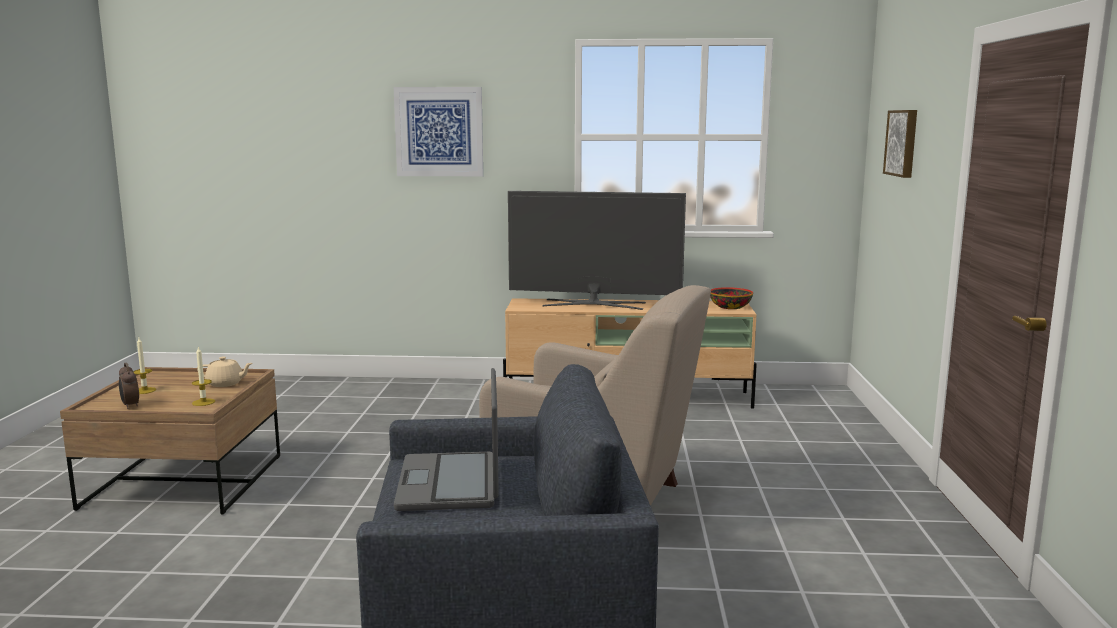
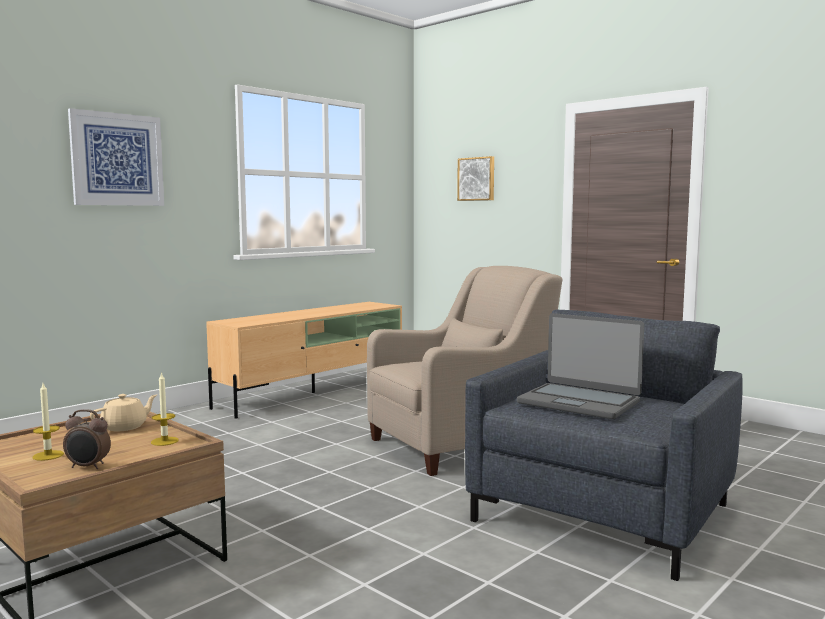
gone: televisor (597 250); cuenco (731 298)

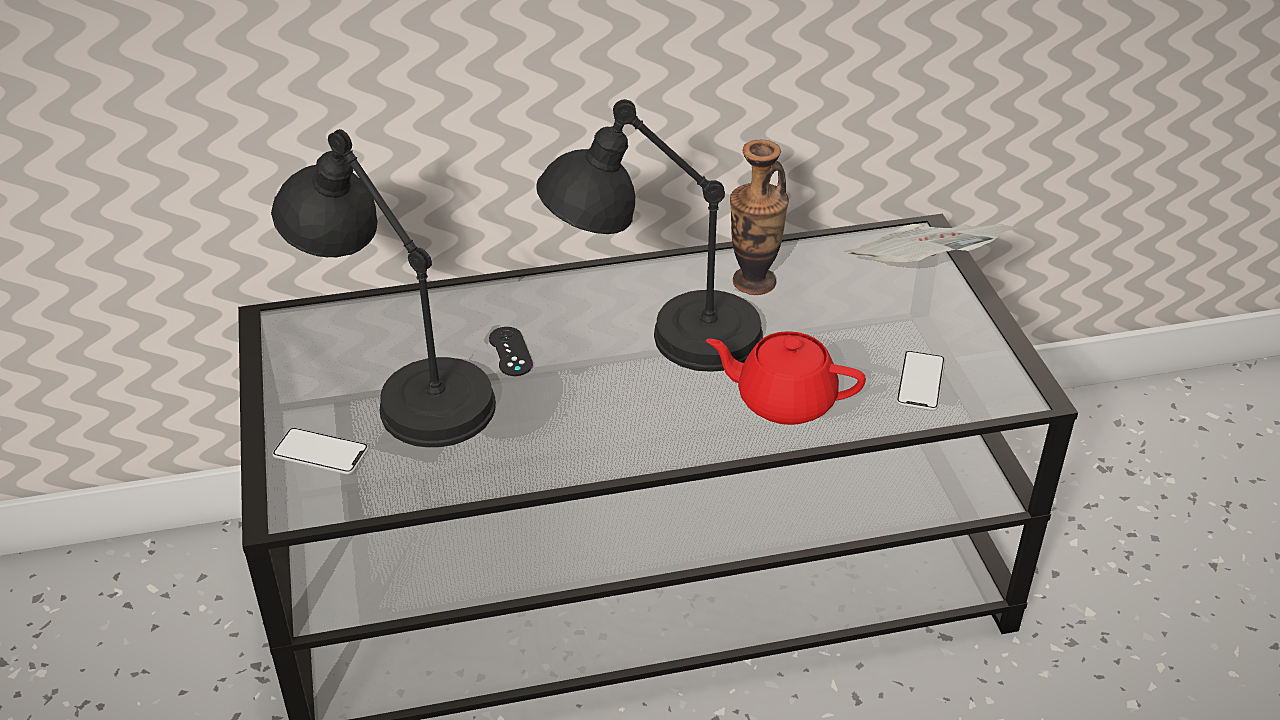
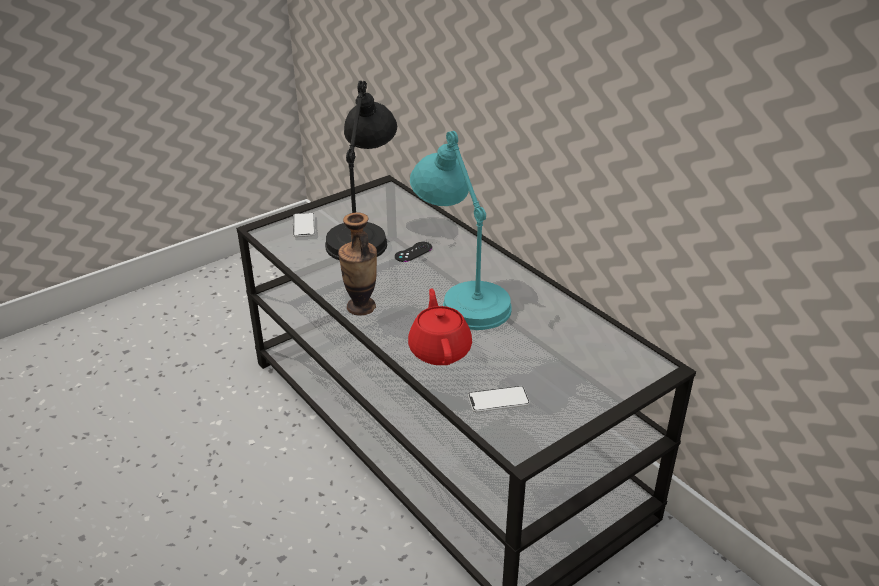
gone: periódico (931 243)
shifted: florero (759 217) to (357 264)
repainted: lámpara de mesa (negro) (649 235) to lámpara de mesa (turquesa) (461 230)

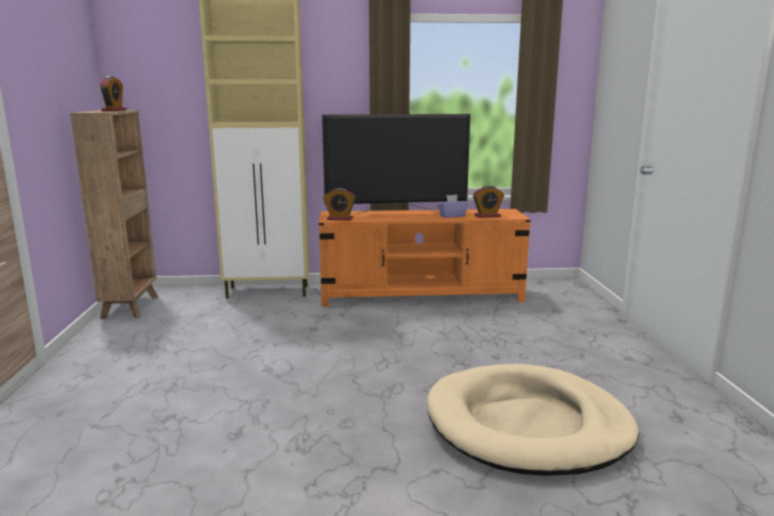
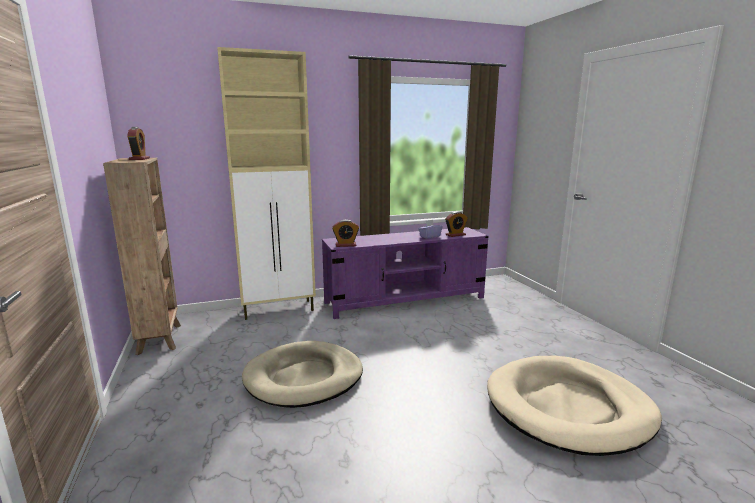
gone: televisor (396 164)
new: cama para perro (beis) (302 374)
repainted: mueble de televisión (naranja) (425 258) to mueble de televisión (morado) (405 273)

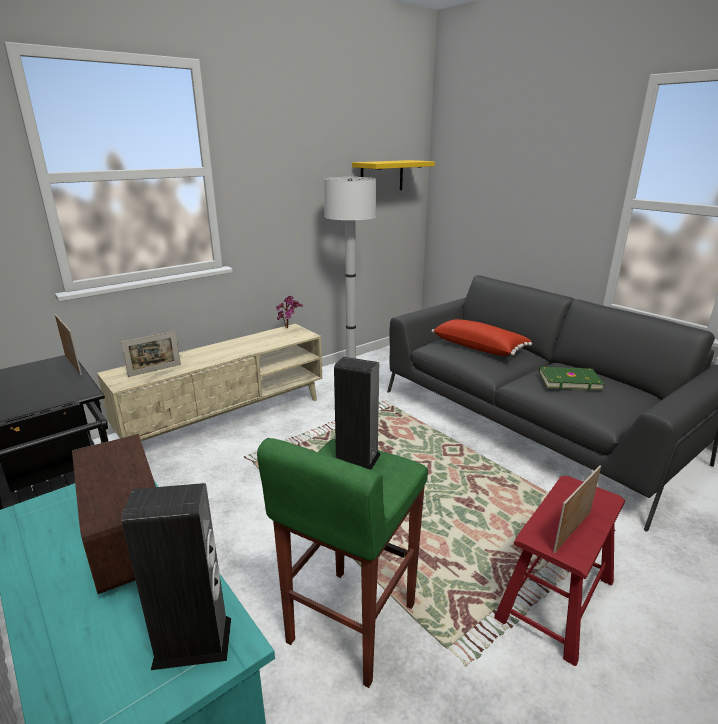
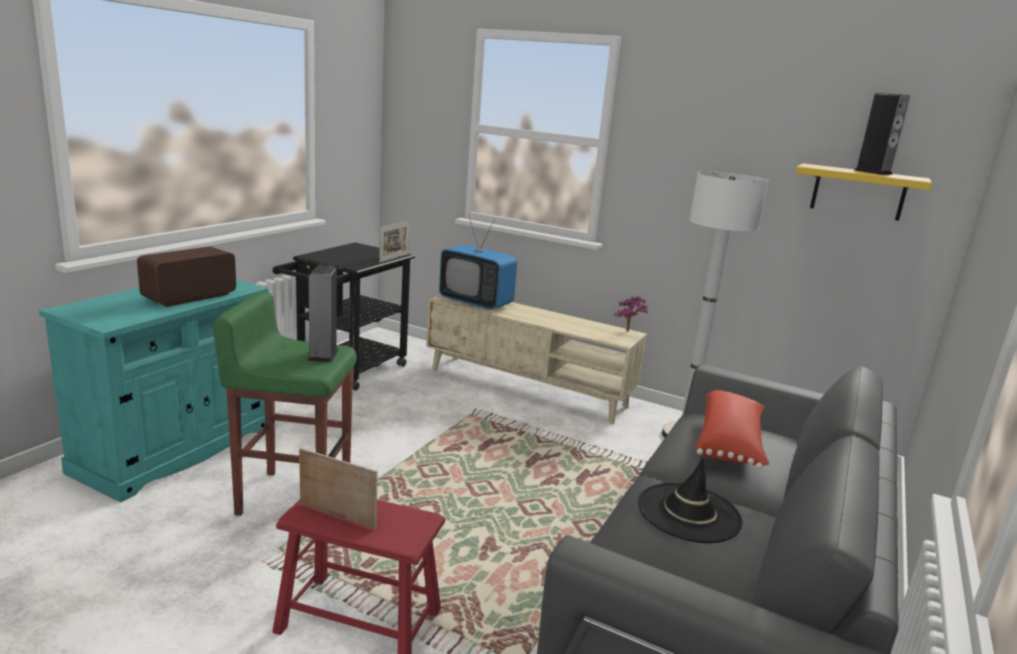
shifted: altavoz (176 576) to (882 134)
swapped: portarretratos (151 354) to televisor (478 262); libro (verde) (571 378) to sombrero (negro) (690 500)

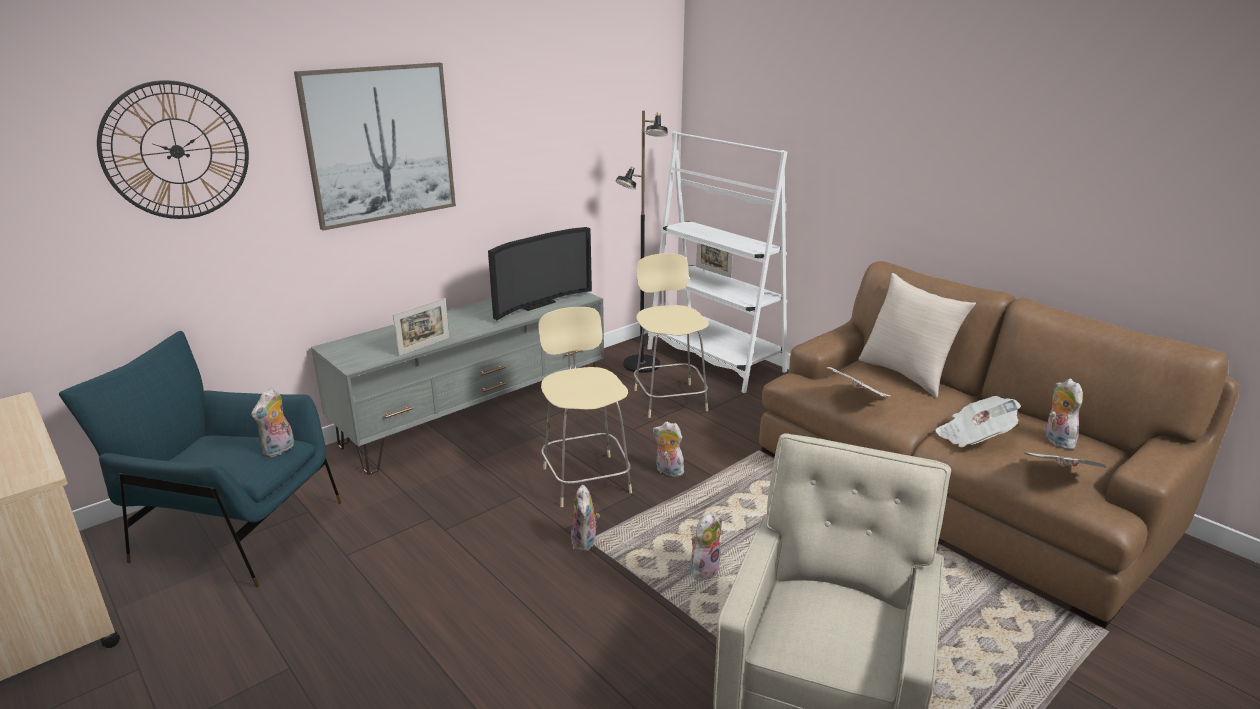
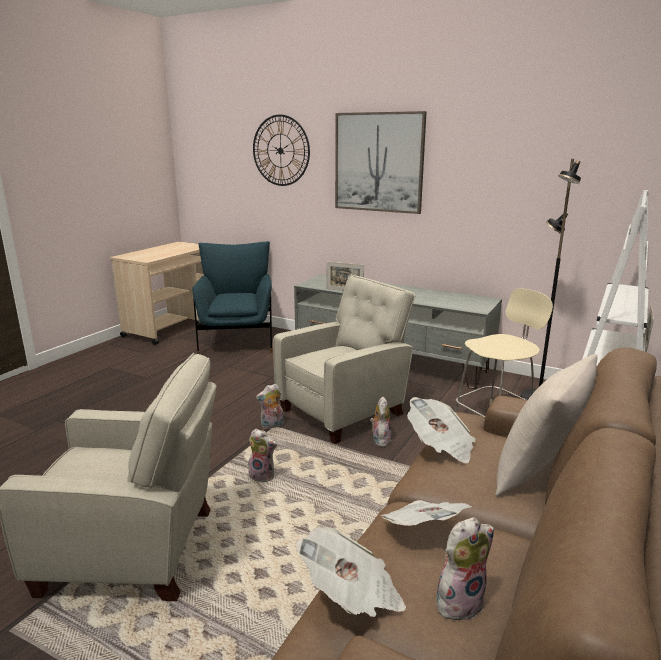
gone: televisor (540 273); peluche (272 422)
swapped: taburete (beis) (585 407) to sillón (beis) (344 359)

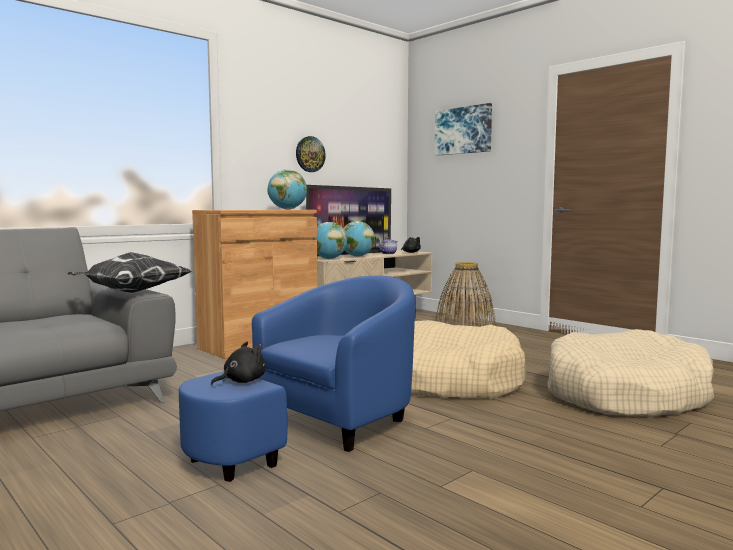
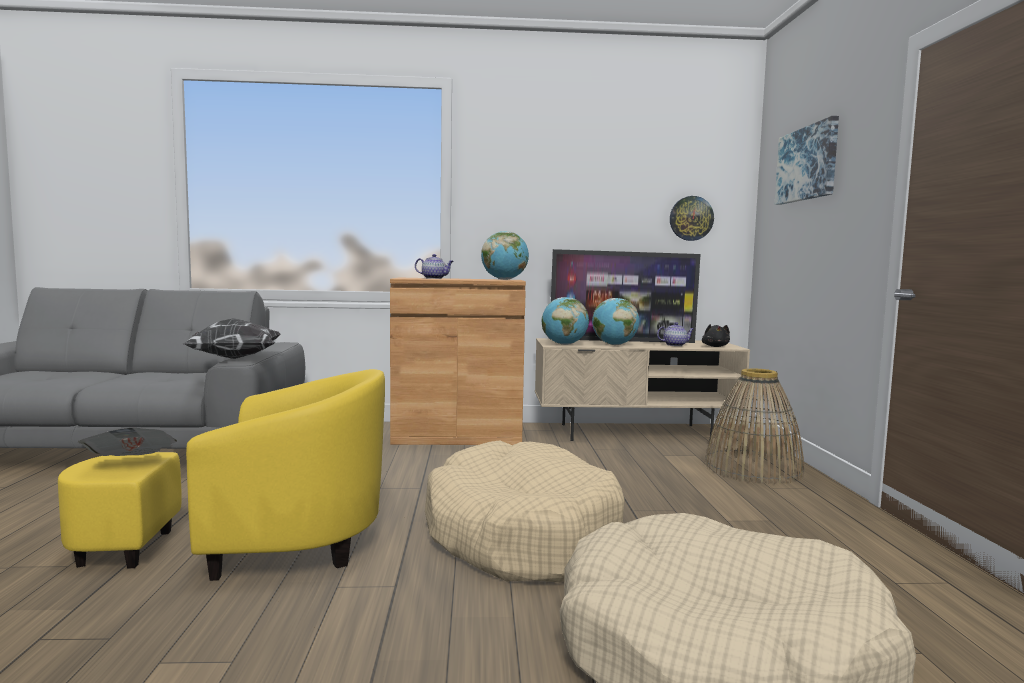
new: tetera (434 266)
shifted: reloj de pared (311 154) to (692 218)
swapped: peluche (negro) (238 363) to periódico (127 442)
repainted: sillón (azul) (297 378) to sillón (amarillo) (221 475)

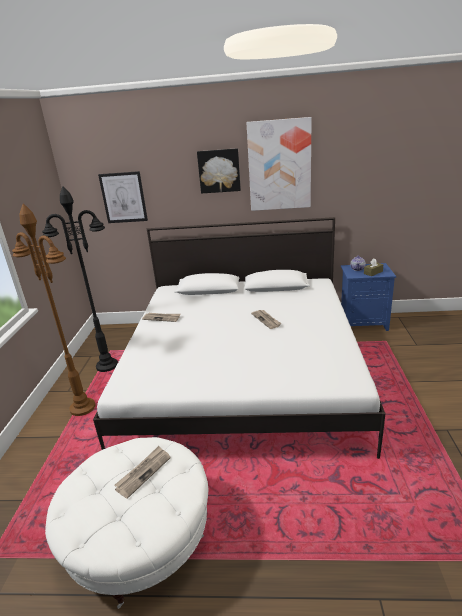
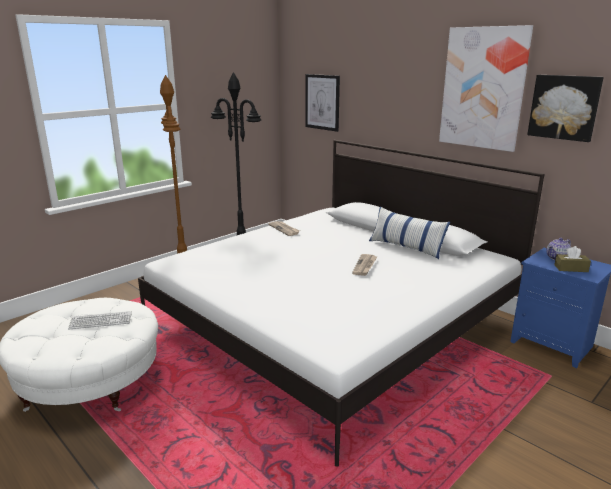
new: cojín (409 232)
shifted: cuadro (219 170) to (565 108)
swapped: periódico (143 472) to teclado (100 320)

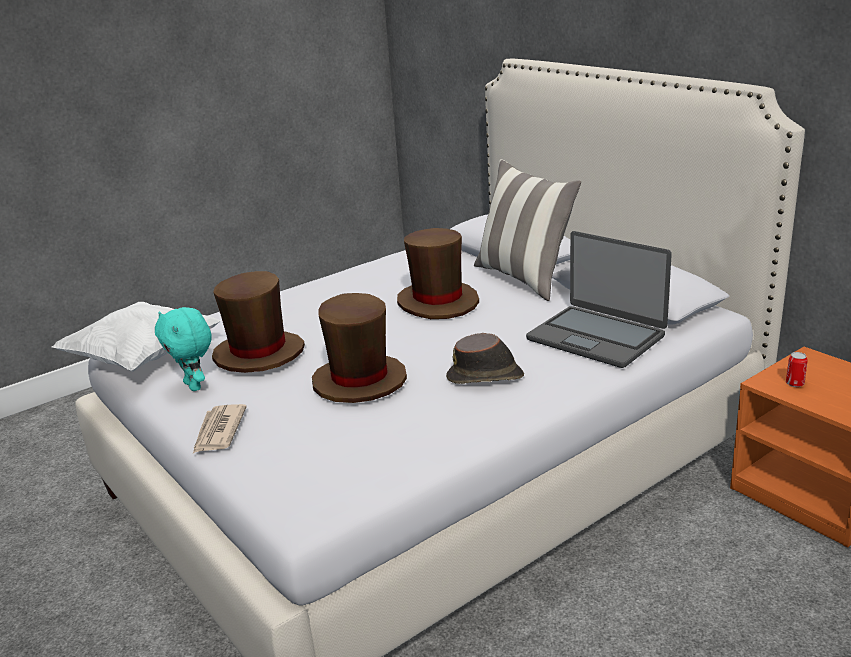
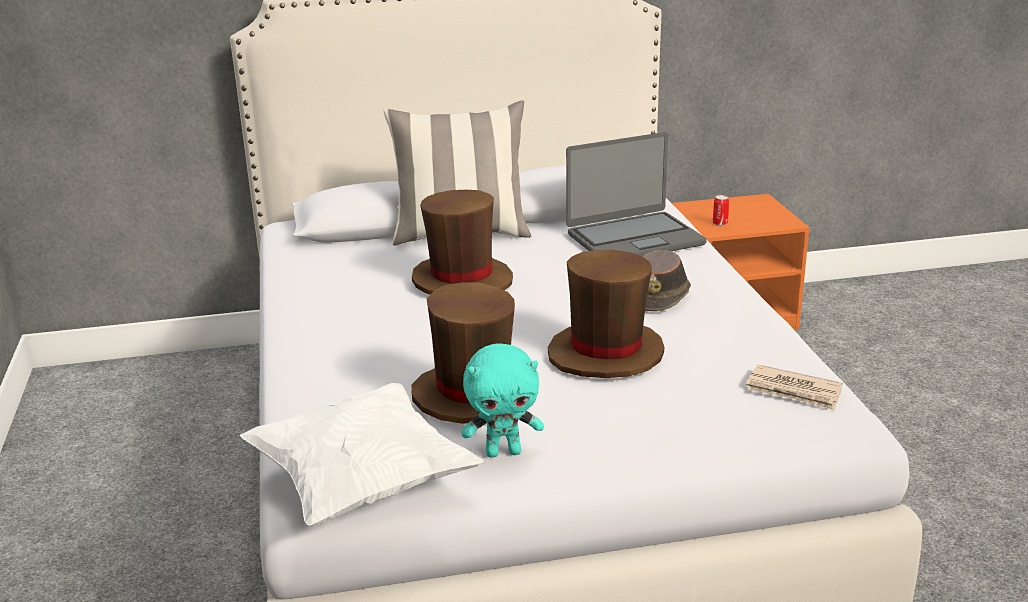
shifted: periódico (220 428) to (794 388)

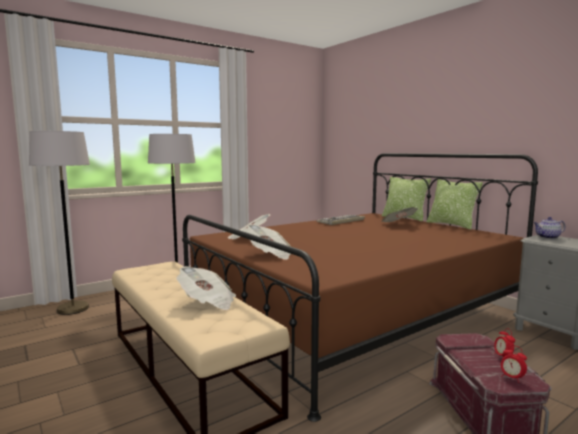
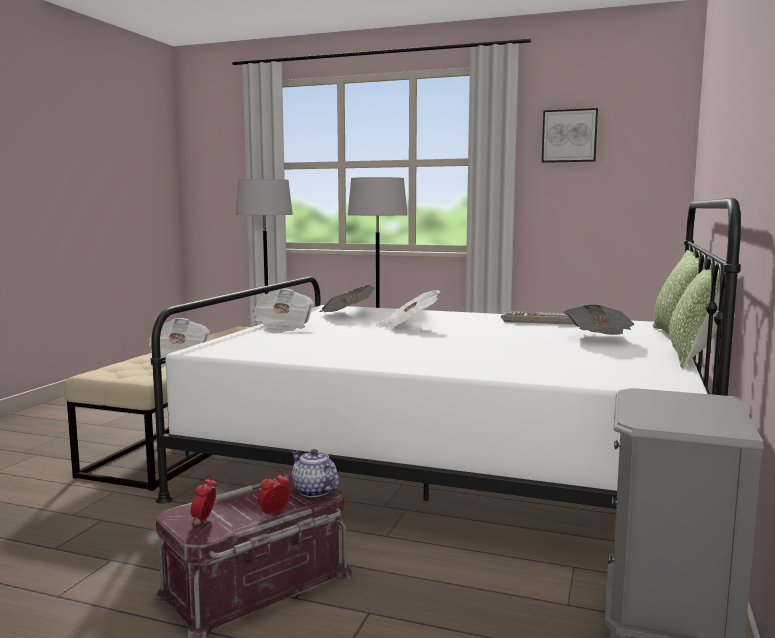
new: cuadro (570 135); periódico (408 309)
shifted: tetera (549 228) to (315 473)
repainted: cama (marrón) (360 287) to cama (blanco) (446 353)

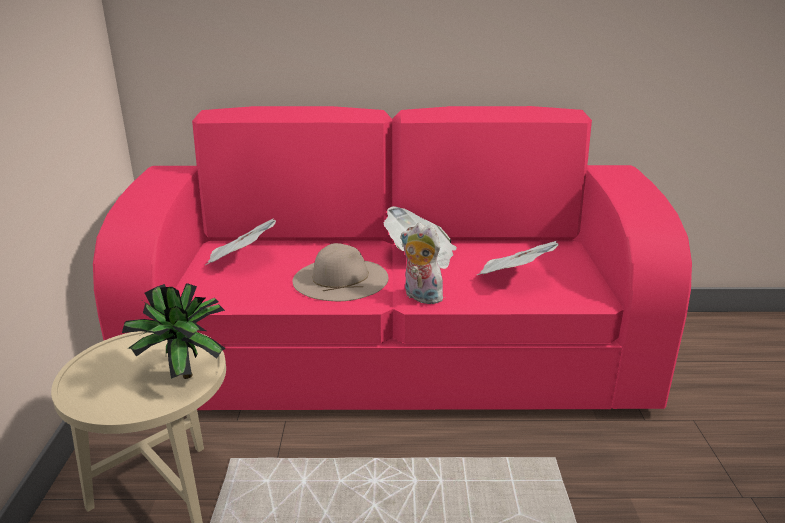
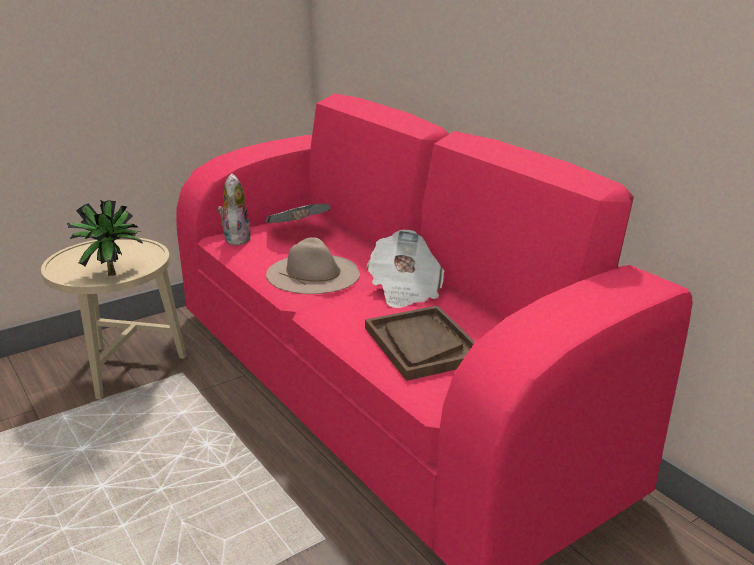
shifted: peluche (422 263) to (234 209)
swapped: periódico (518 258) to bandeja (marrón) (420 343)

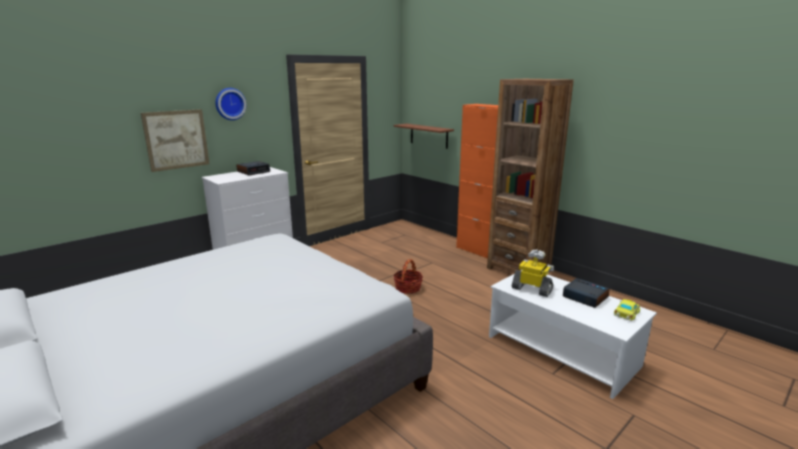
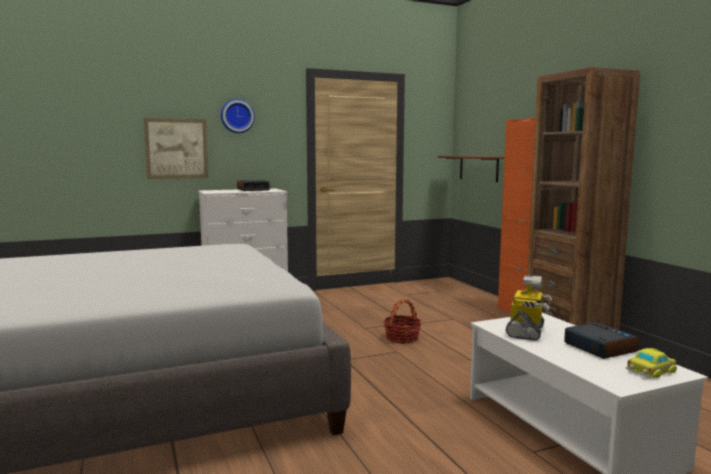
rotated: robot de juguete (533 273) = (529 308) 60 degrees clockwise

